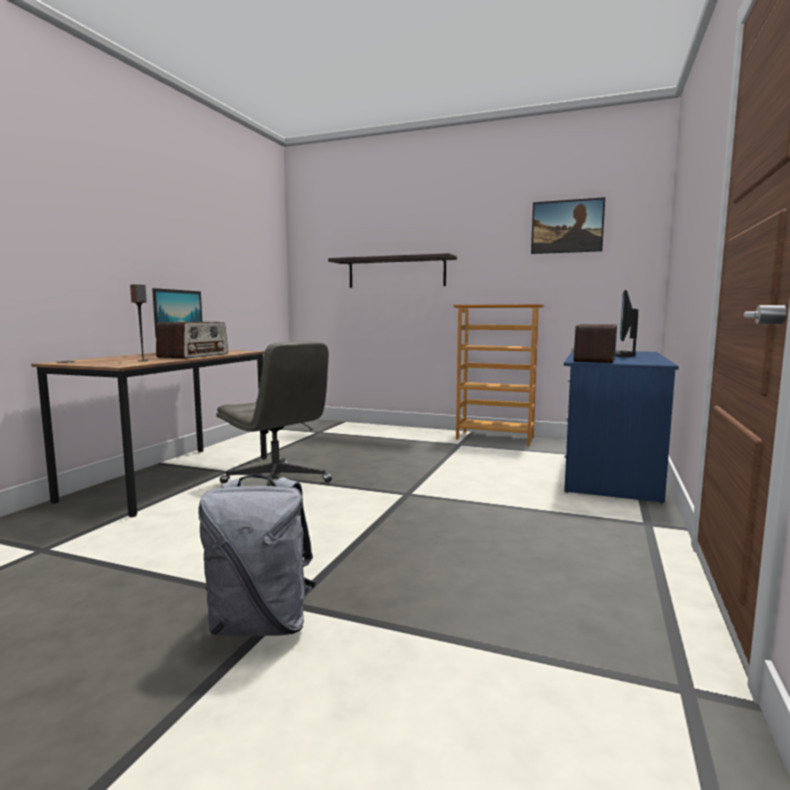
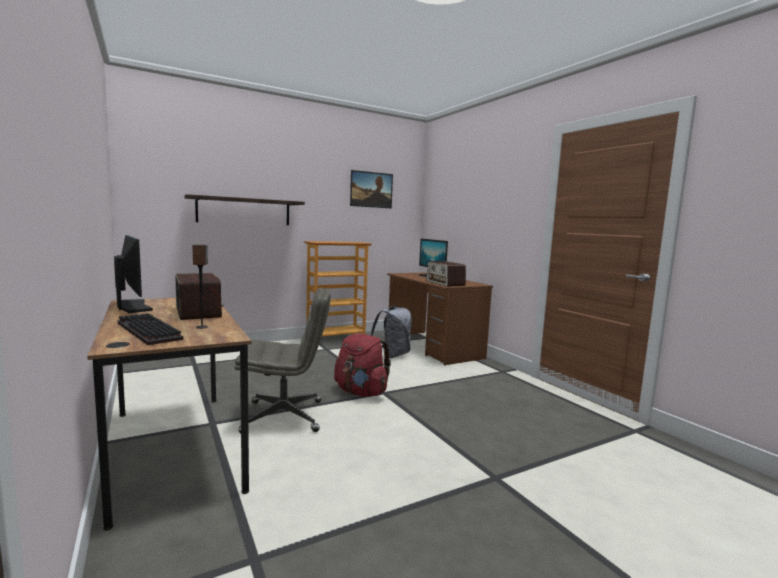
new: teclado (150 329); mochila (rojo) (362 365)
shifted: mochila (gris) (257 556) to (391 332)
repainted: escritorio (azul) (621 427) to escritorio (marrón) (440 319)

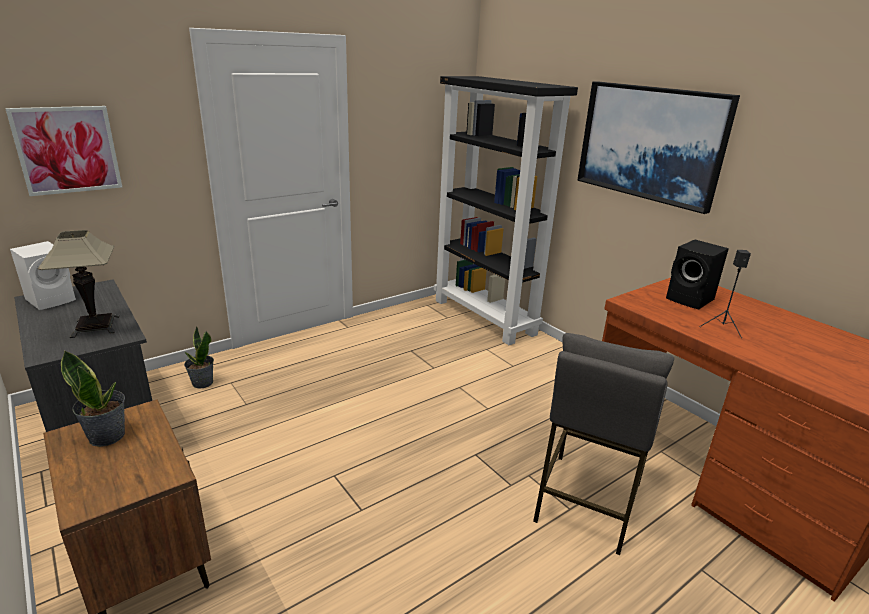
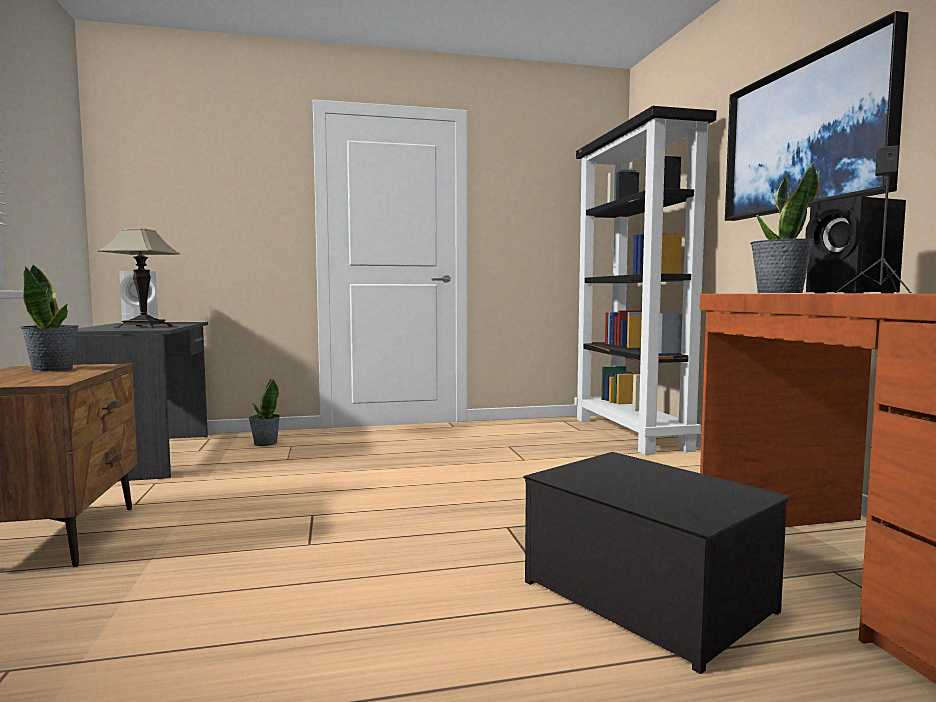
gone: cuadro (63 151)
new: planta en maceta (784 227)
swapped: taburete (gris) (603 444) to caja de almacenaje (657 563)

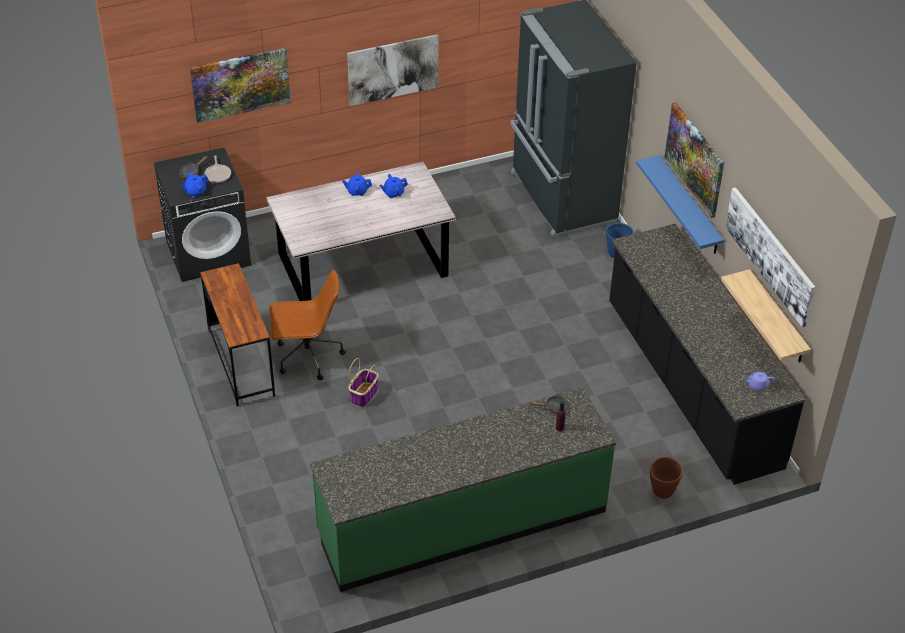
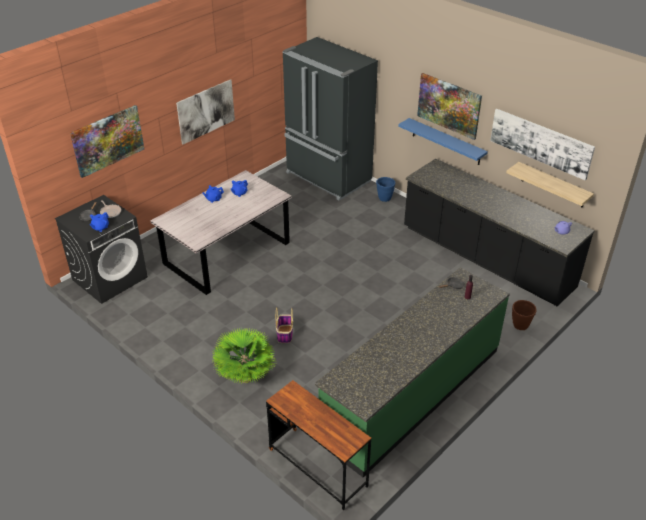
gone: silla de oficina (marrón) (307 325)
new: planta en maceta (244 355)
shifted: escritorio (marrón) (237 334) to (318 445)

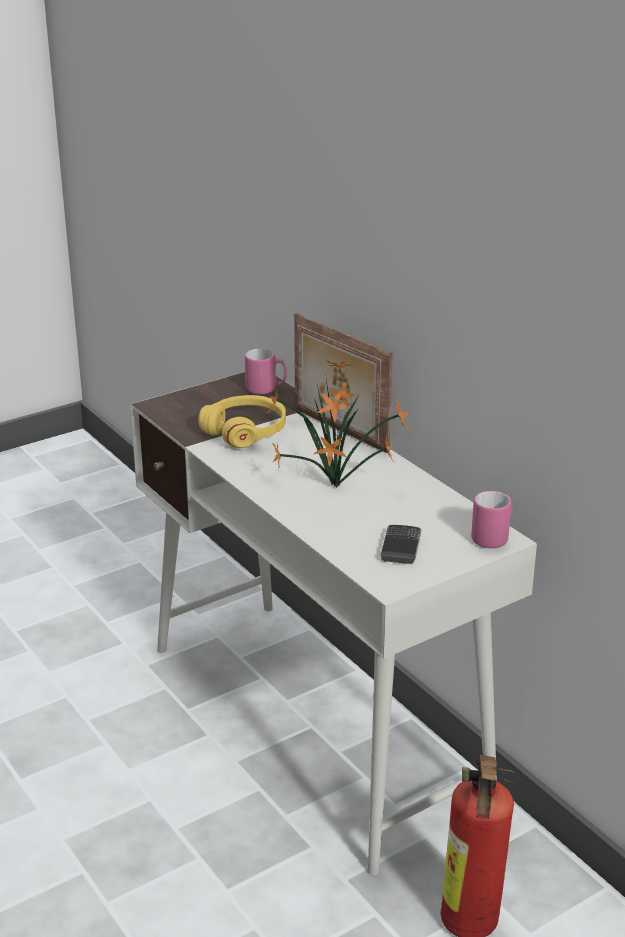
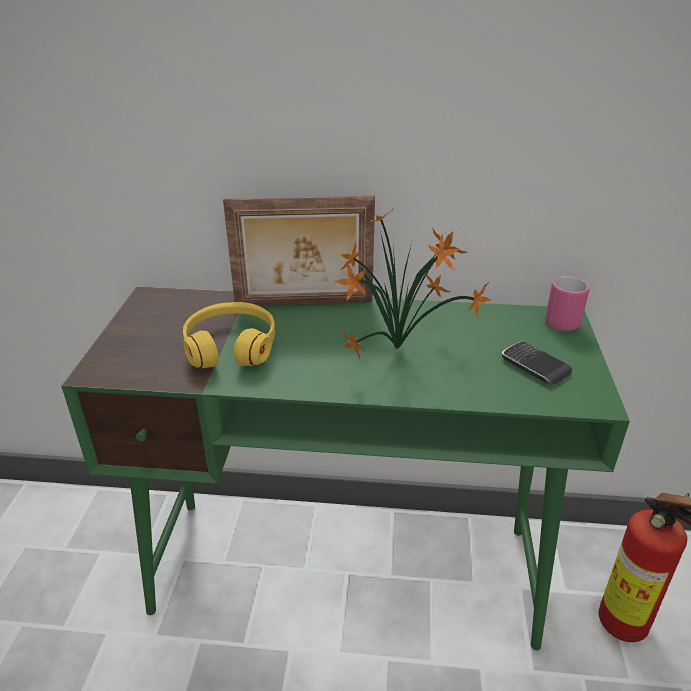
gone: taza grande (rosa) (266 371)
repainted: escritorio (blanco) (333 623) to escritorio (verde) (345 468)

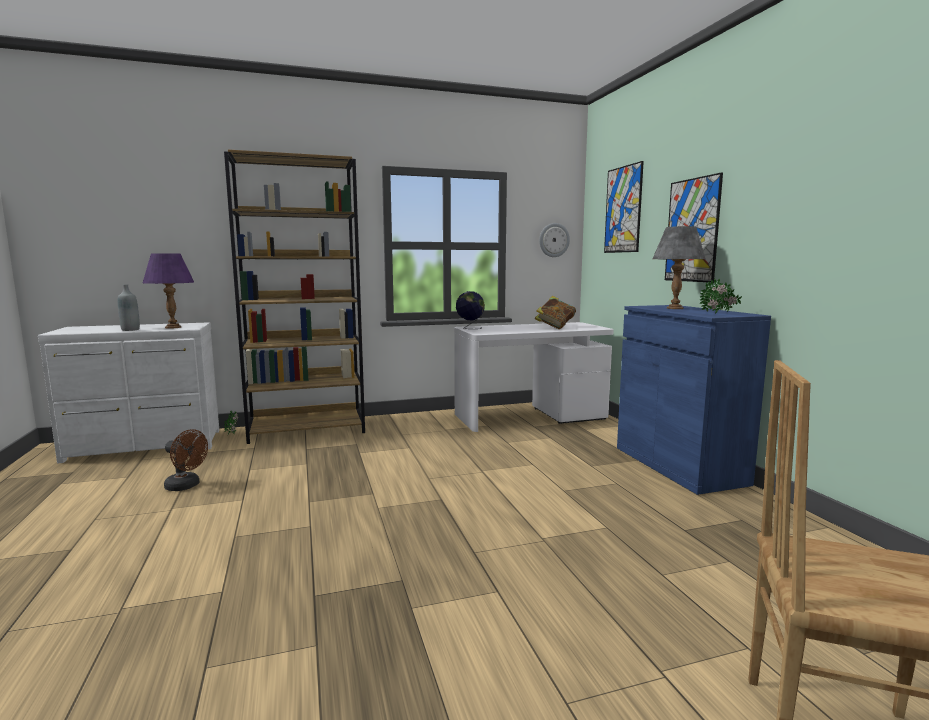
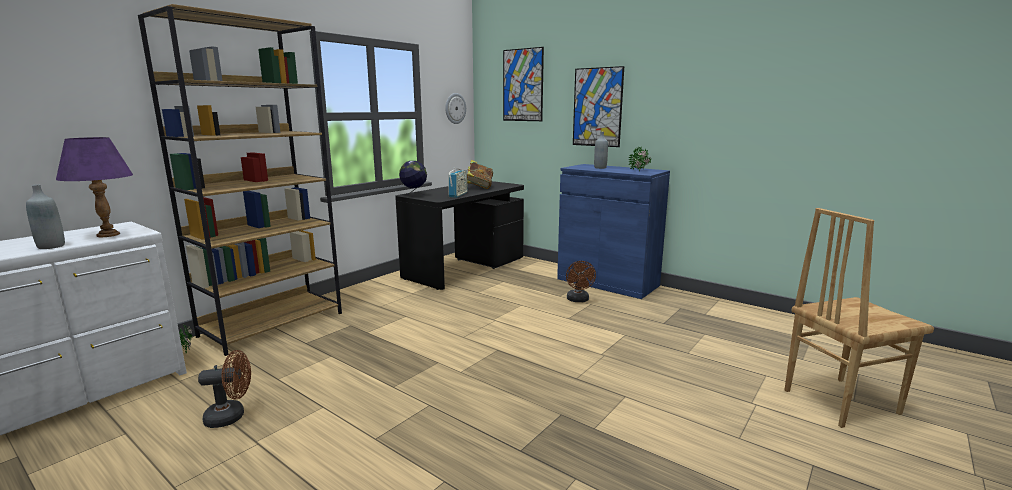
new: radio (458 182); ventilador (marrón) (581 281)
swapped: lámpara de mesa (gris) (679 267) to botella (gris) (601 150)
repainted: escritorio (blanco) (534 377) to escritorio (negro) (459 235)

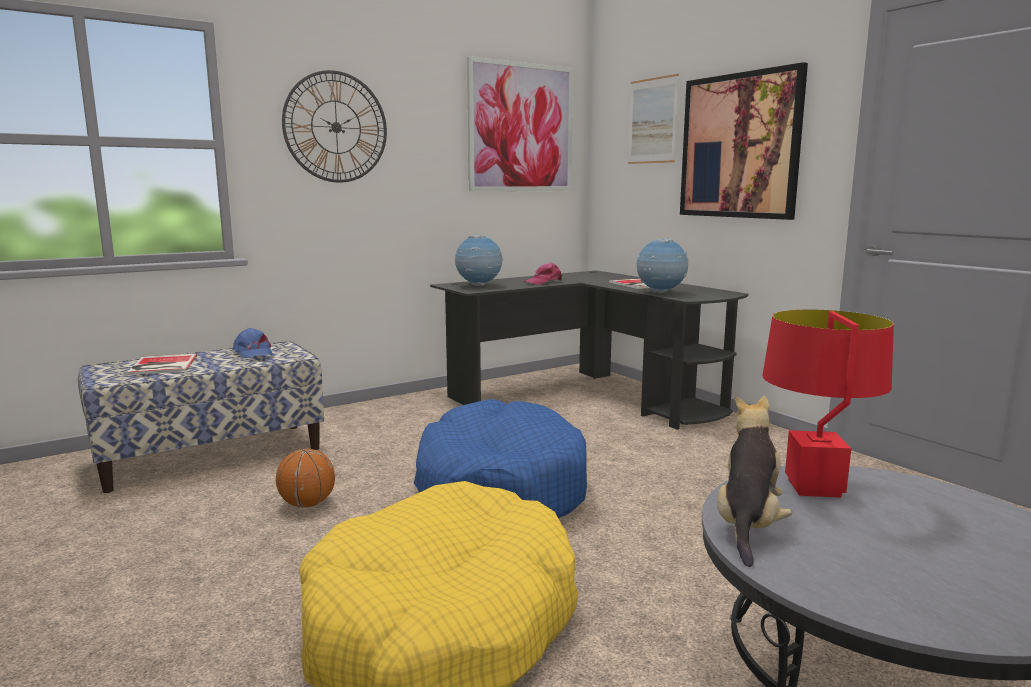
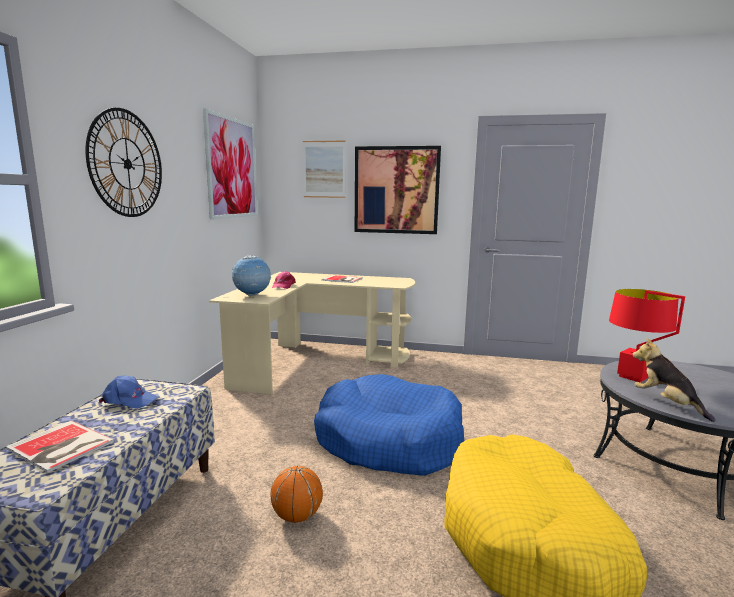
gone: globo terráqueo (662 265)
repainted: escritorio (negro) (589 350) to escritorio (beis) (312 333)

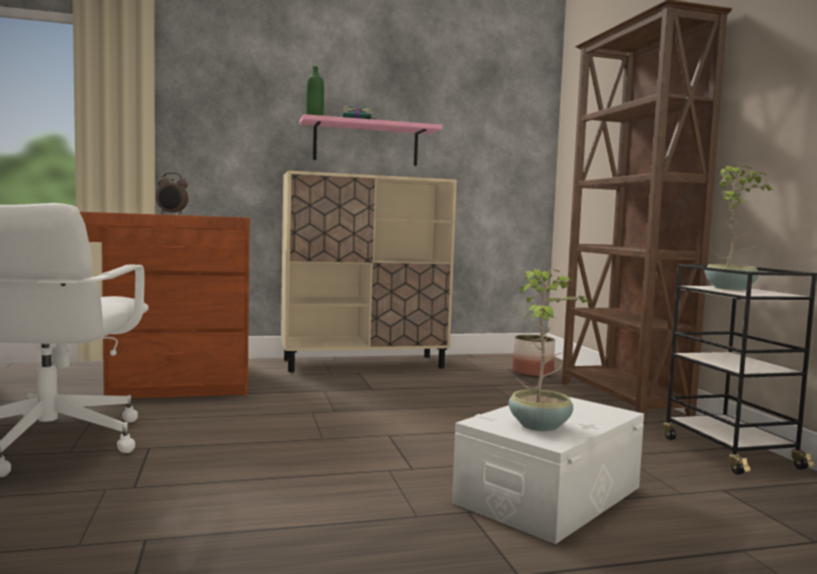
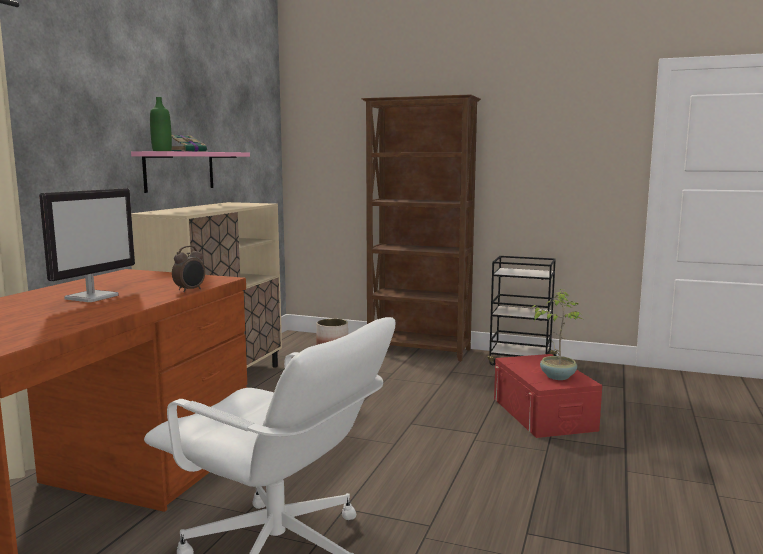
gone: planta en maceta (739 228)
new: monitor (87 245)
repainted: caja de almacenaje (blanco) (548 470) to caja de almacenaje (rojo) (548 396)

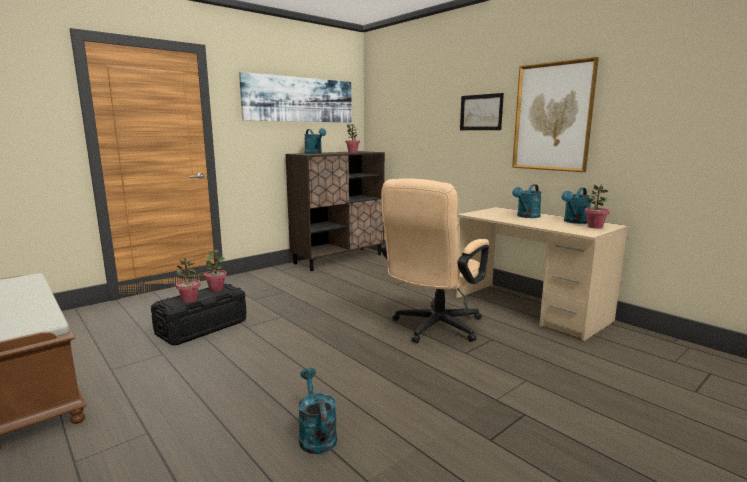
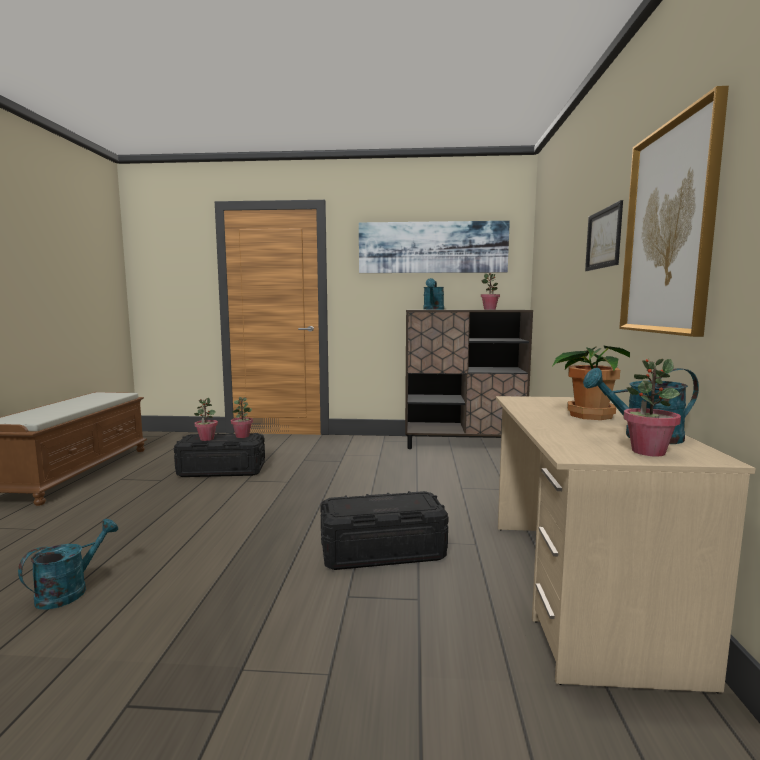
swapped: silla de oficina (beis) (435 261) to caja de almacenaje (negro) (384 530); regadera (turquesa) (527 201) to planta en maceta (591 382)

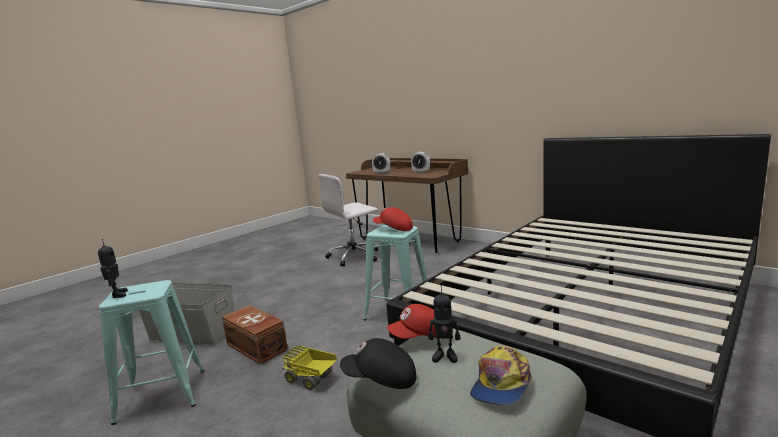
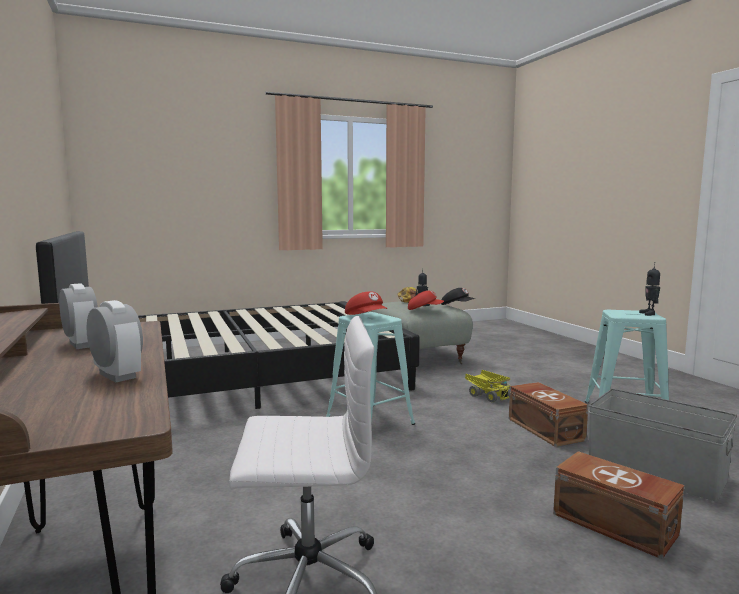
new: caja de almacenaje (marrón) (618 505)

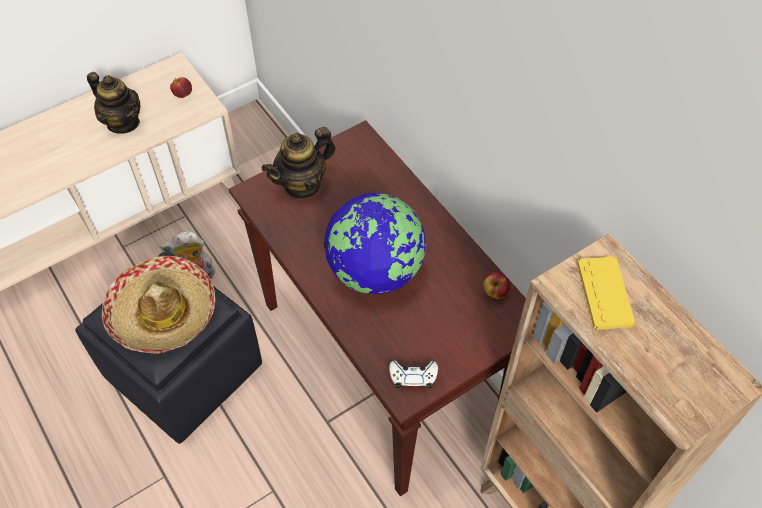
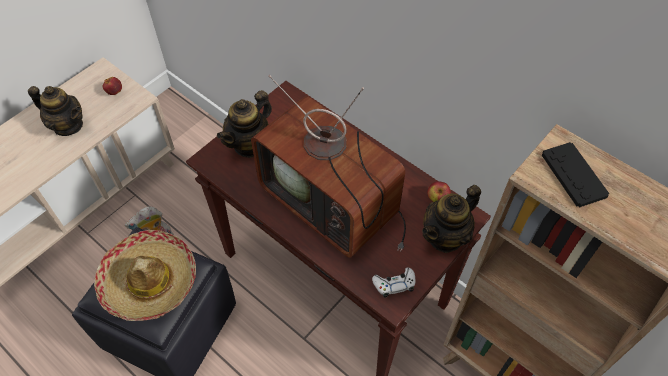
new: tetera (451 219)
swapped: globo terráqueo (375 243) to televisor (328 166)
repainted: mando de consola (amarillo) (606 293) to mando de consola (negro) (575 175)

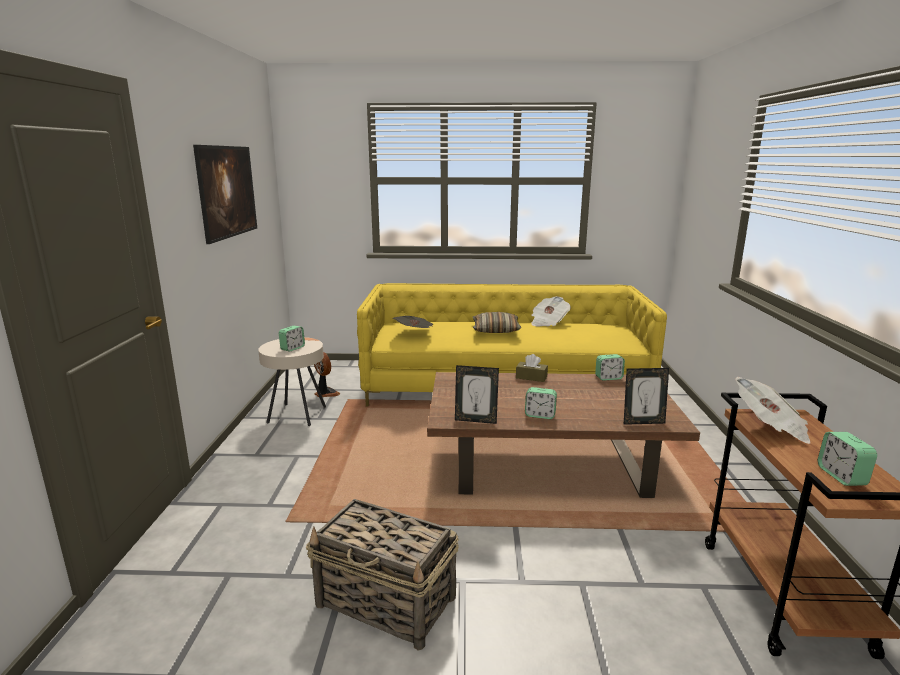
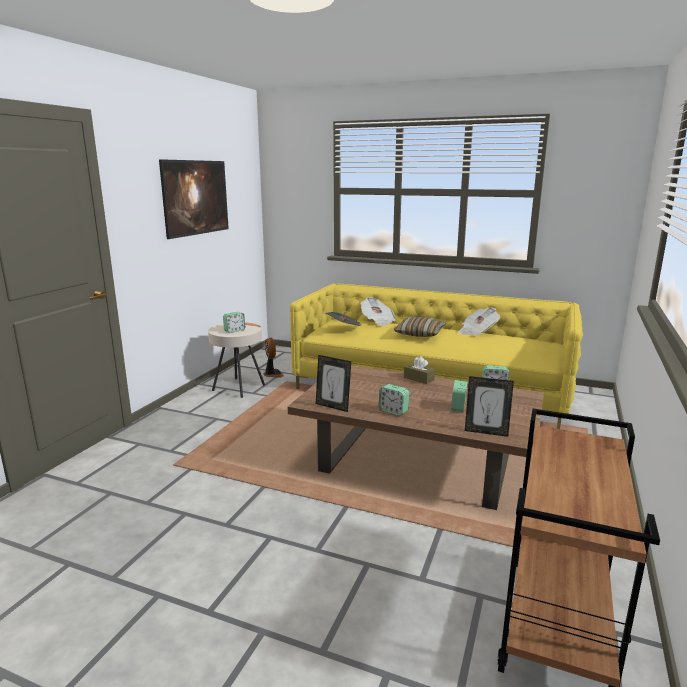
gone: cesta (382 575)
shifted: periódico (773 410) to (378 311); despertador (847 459) to (459 396)

